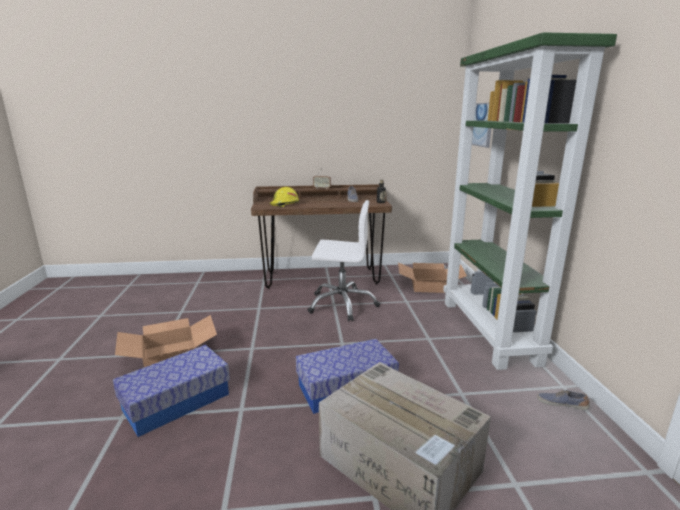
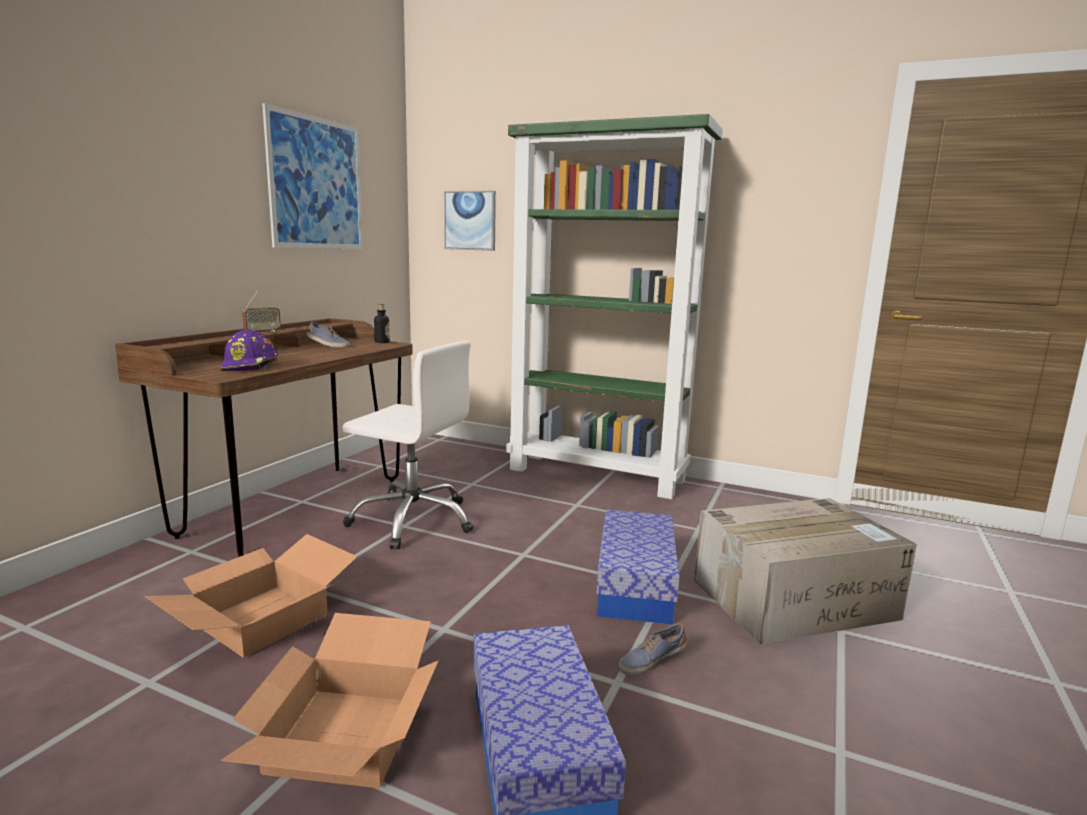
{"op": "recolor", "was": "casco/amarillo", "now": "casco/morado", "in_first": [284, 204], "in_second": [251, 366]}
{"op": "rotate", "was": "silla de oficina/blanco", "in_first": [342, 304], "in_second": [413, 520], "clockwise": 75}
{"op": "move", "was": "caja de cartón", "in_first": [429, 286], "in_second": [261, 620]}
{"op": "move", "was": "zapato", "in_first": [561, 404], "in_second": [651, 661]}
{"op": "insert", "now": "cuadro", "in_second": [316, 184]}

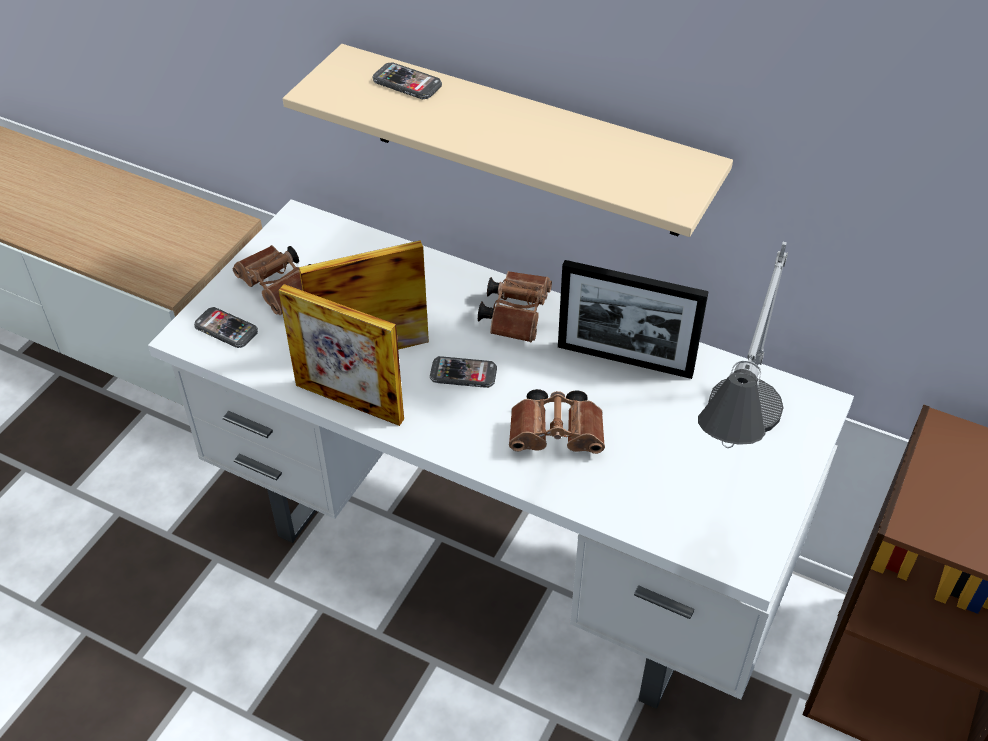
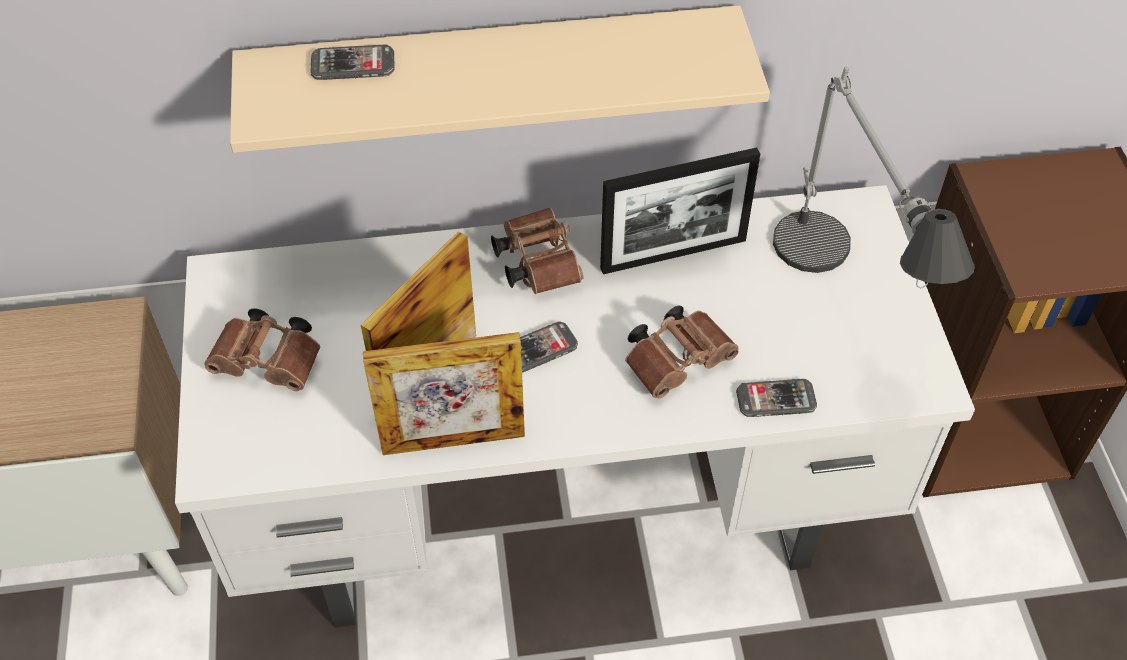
{"op": "move", "was": "móvil", "in_first": [226, 329], "in_second": [776, 399]}

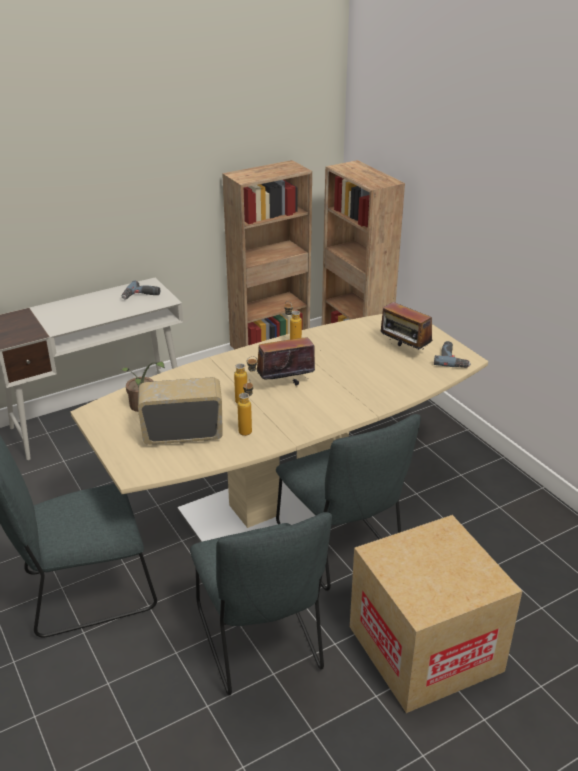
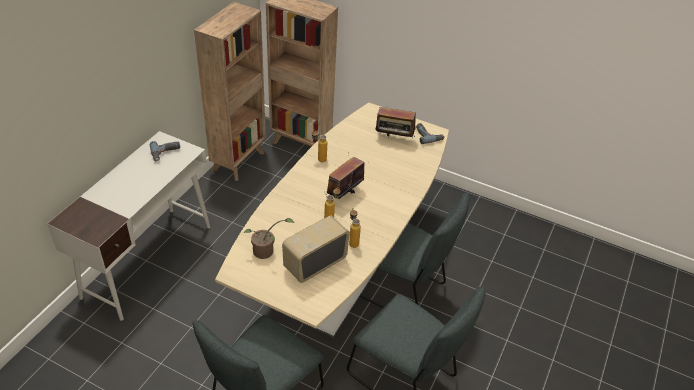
{"op": "delete", "was": "caja de cartón", "in_first": [425, 648]}

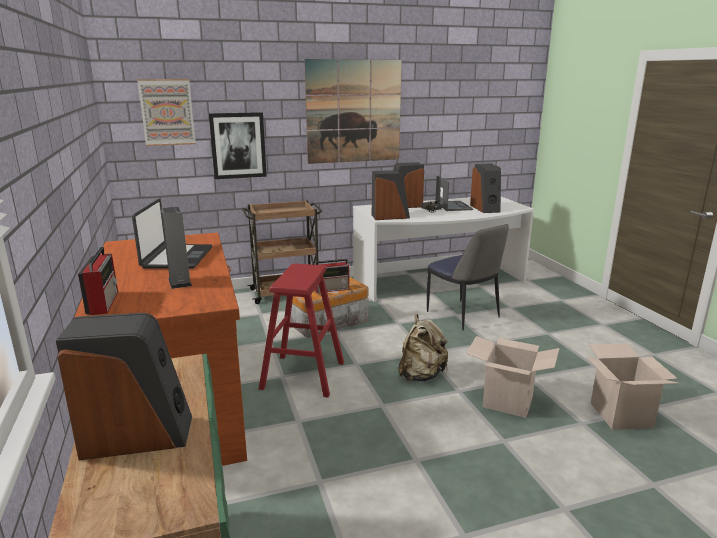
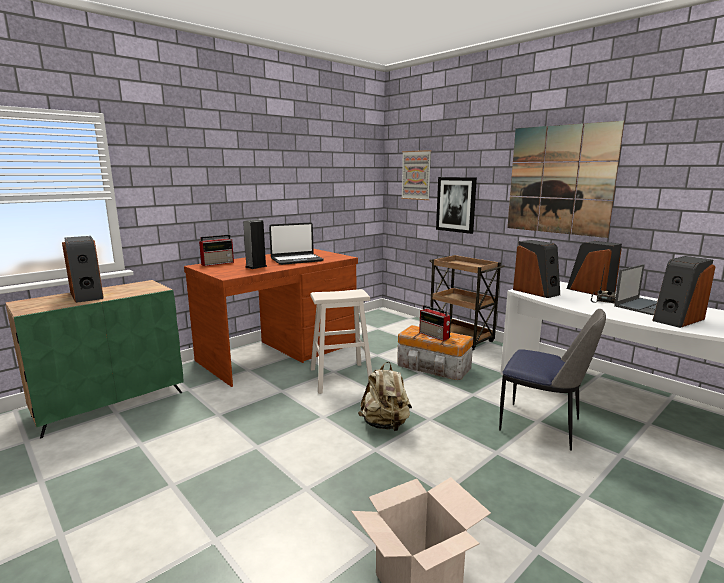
{"op": "recolor", "was": "taburete/rojo", "now": "taburete/beis", "in_first": [303, 375], "in_second": [340, 377]}
{"op": "rotate", "was": "silla", "in_first": [464, 315], "in_second": [543, 426], "clockwise": -90}
{"op": "delete", "was": "caja de cartón", "in_first": [507, 401]}

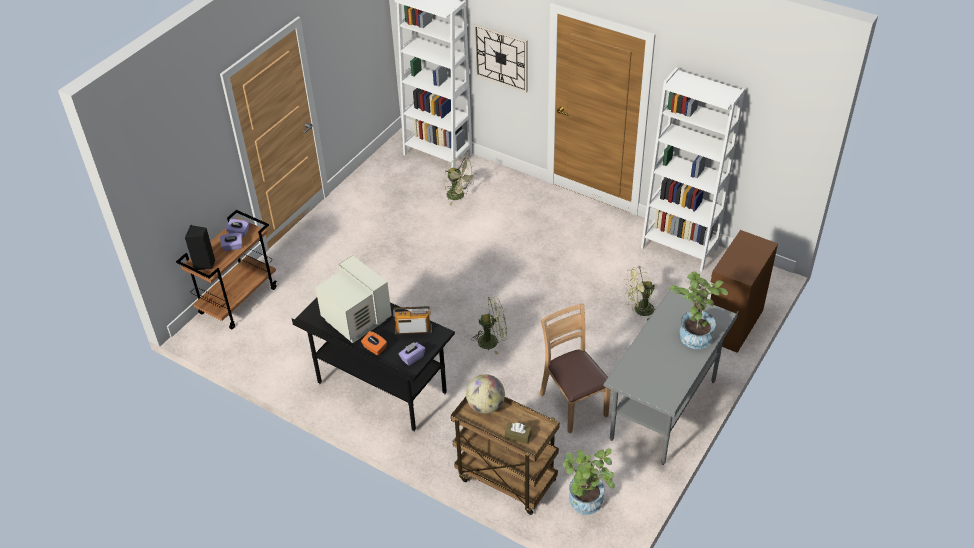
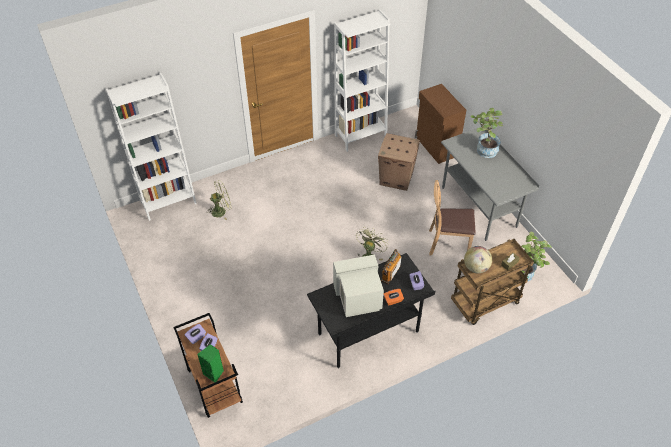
{"op": "recolor", "was": "altavoz/negro", "now": "altavoz/verde", "in_first": [205, 264], "in_second": [214, 373]}
{"op": "delete", "was": "reloj de pared", "in_first": [501, 57]}
{"op": "replace", "was": "ventilador/verde", "now": "caja de cartón", "in_first": [639, 310], "in_second": [397, 178]}

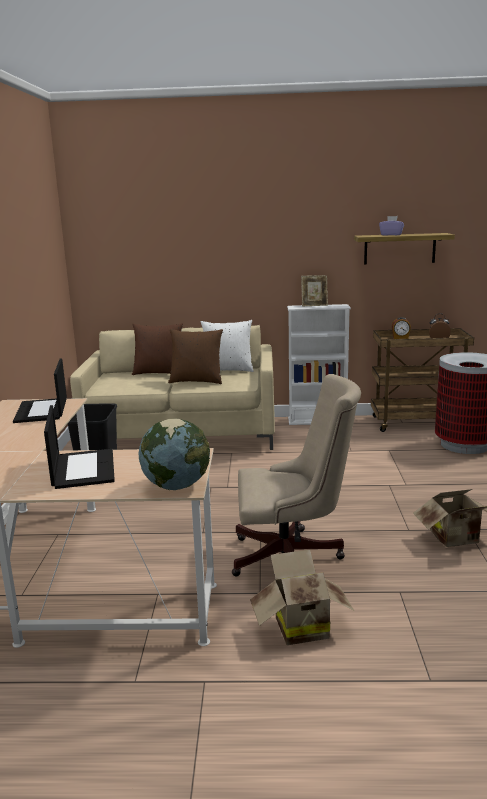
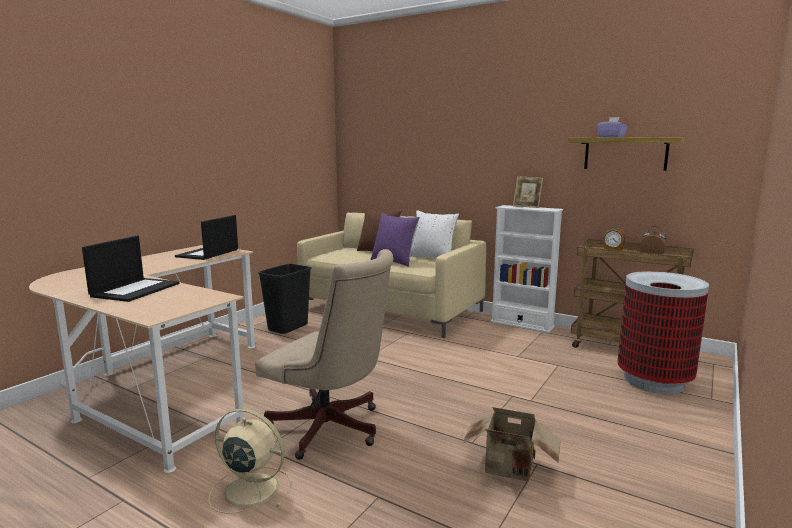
{"op": "delete", "was": "globo terráqueo", "in_first": [176, 486]}
{"op": "recolor", "was": "cojín/marrón", "now": "cojín/morado", "in_first": [196, 381], "in_second": [394, 261]}
{"op": "replace", "was": "caja de cartón", "now": "ventilador/beis", "in_first": [298, 626], "in_second": [249, 489]}

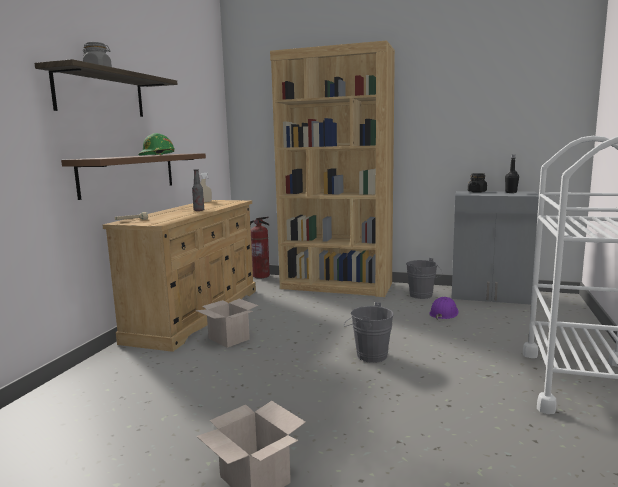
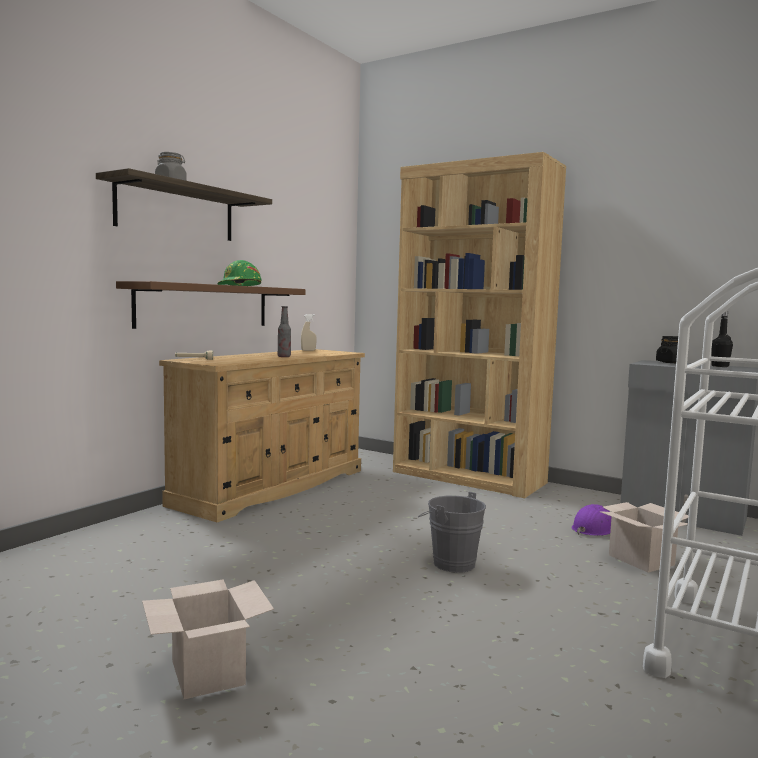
{"op": "move", "was": "caja de cartón", "in_first": [230, 339], "in_second": [643, 560]}
{"op": "delete", "was": "extintor", "in_first": [261, 276]}
{"op": "delete", "was": "cubo/gris", "in_first": [423, 296]}

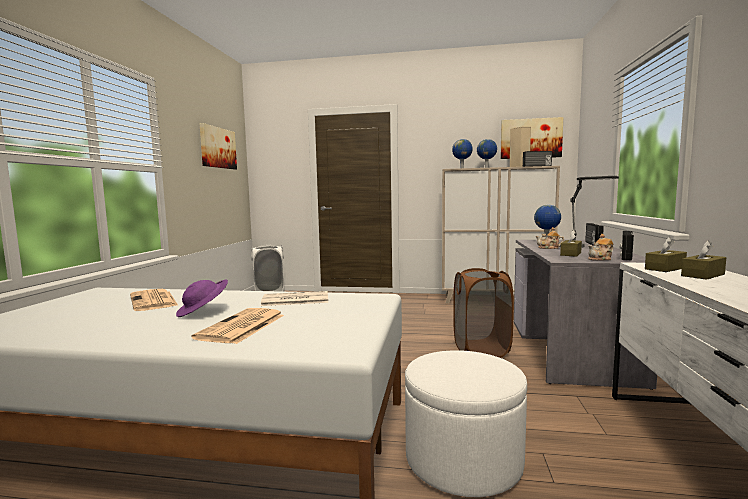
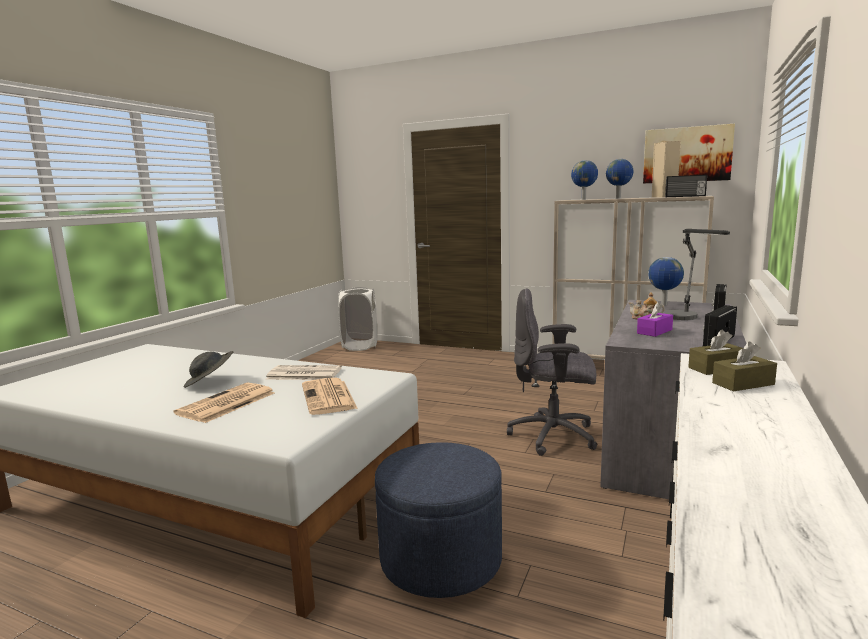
{"op": "move", "was": "periódico", "in_first": [154, 301], "in_second": [329, 397]}
{"op": "recolor", "was": "sombrero/morado", "now": "sombrero/gris", "in_first": [203, 311], "in_second": [210, 382]}
{"op": "delete", "was": "cuadro", "in_first": [217, 148]}
{"op": "recolor", "was": "puf/blanco", "now": "puf/azul", "in_first": [463, 459], "in_second": [441, 558]}
{"op": "replace", "was": "cesto de la ropa/marrón", "now": "silla de oficina/gris", "in_first": [480, 349], "in_second": [554, 436]}
{"op": "recolor", "was": "caja de pañuelos/marrón", "now": "caja de pañuelos/morado", "in_first": [570, 254], "in_second": [654, 331]}
{"op": "delete", "was": "tetera", "in_first": [600, 259]}

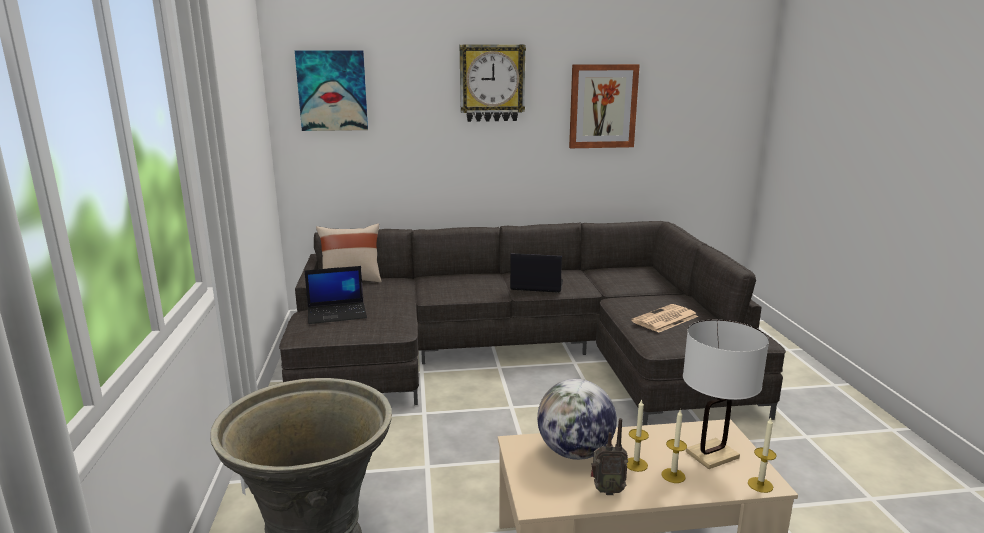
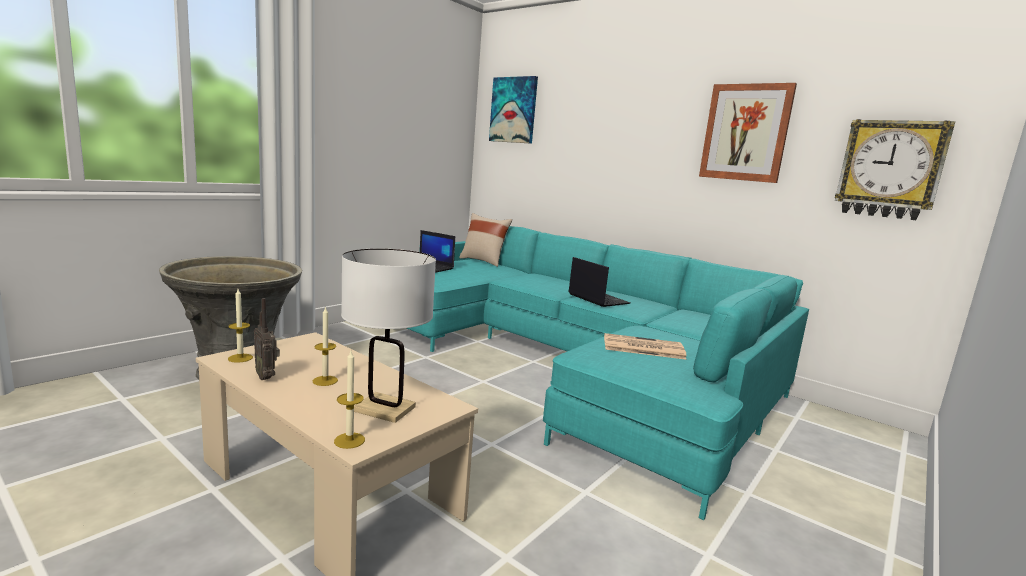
{"op": "recolor", "was": "sofá/gris", "now": "sofá/turquesa", "in_first": [522, 354], "in_second": [568, 363]}
{"op": "move", "was": "reloj de pared", "in_first": [492, 83], "in_second": [890, 169]}
{"op": "delete", "was": "globo terráqueo", "in_first": [575, 452]}
{"op": "move", "was": "vela", "in_first": [673, 475], "in_second": [240, 358]}

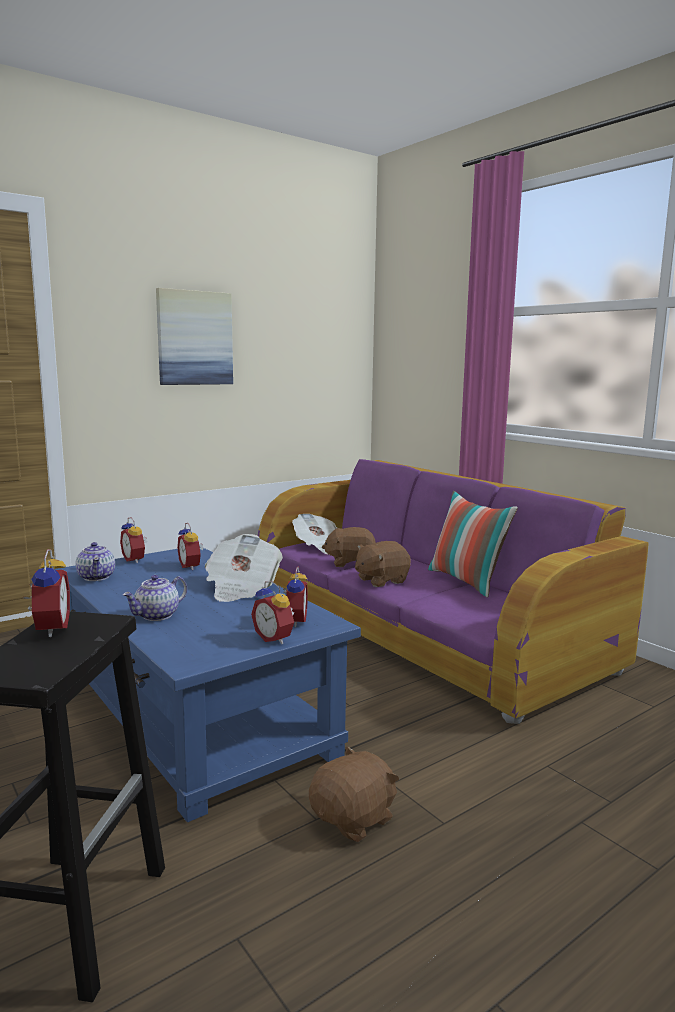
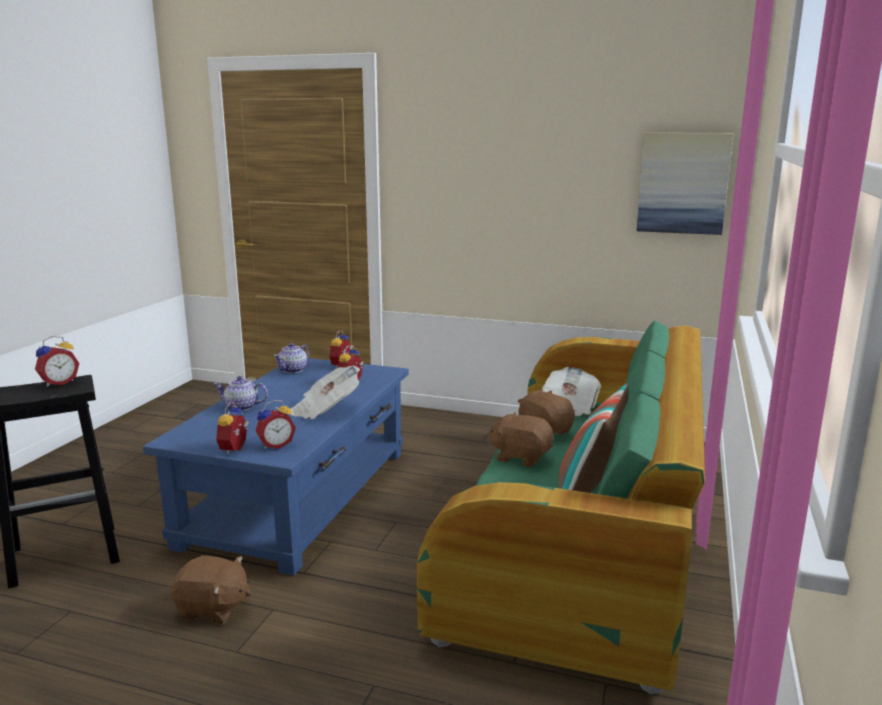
{"op": "move", "was": "cuadro", "in_first": [194, 338], "in_second": [683, 183]}
{"op": "recolor", "was": "sofá/morado", "now": "sofá/verde", "in_first": [422, 627], "in_second": [582, 530]}

